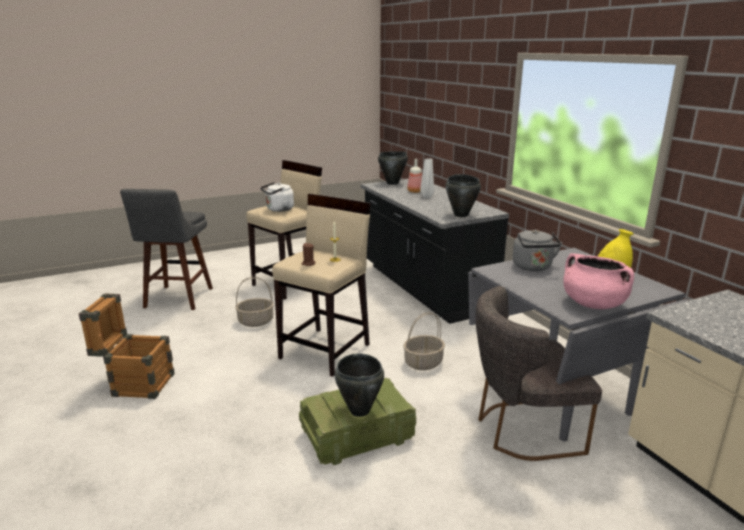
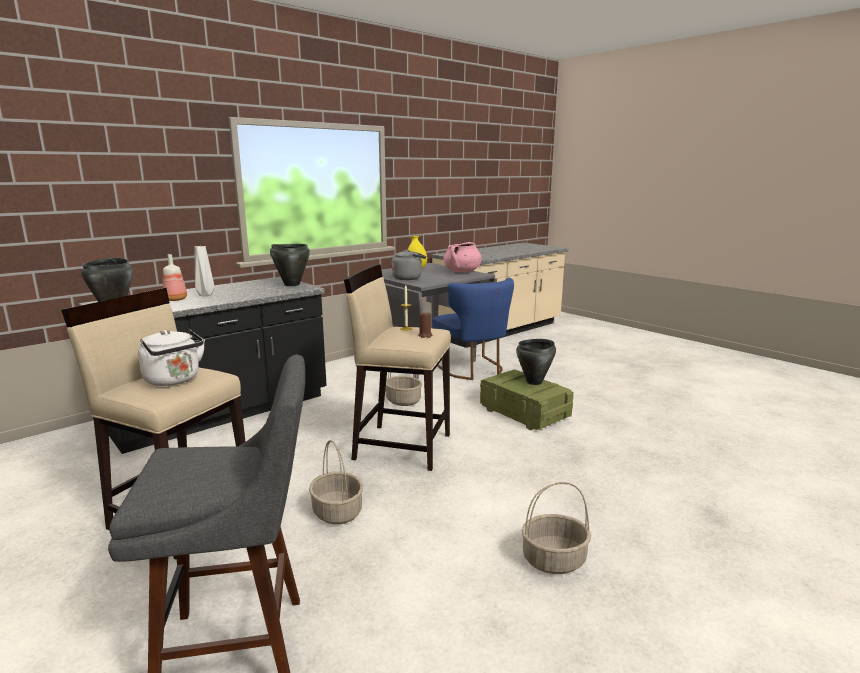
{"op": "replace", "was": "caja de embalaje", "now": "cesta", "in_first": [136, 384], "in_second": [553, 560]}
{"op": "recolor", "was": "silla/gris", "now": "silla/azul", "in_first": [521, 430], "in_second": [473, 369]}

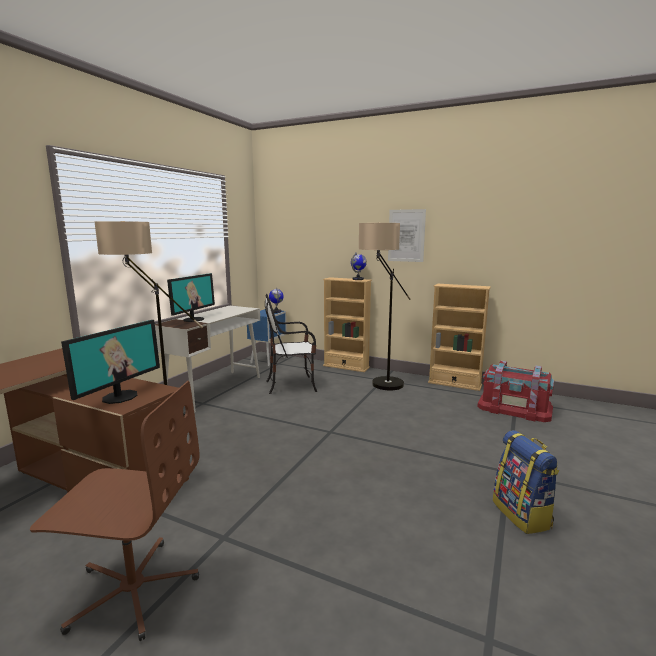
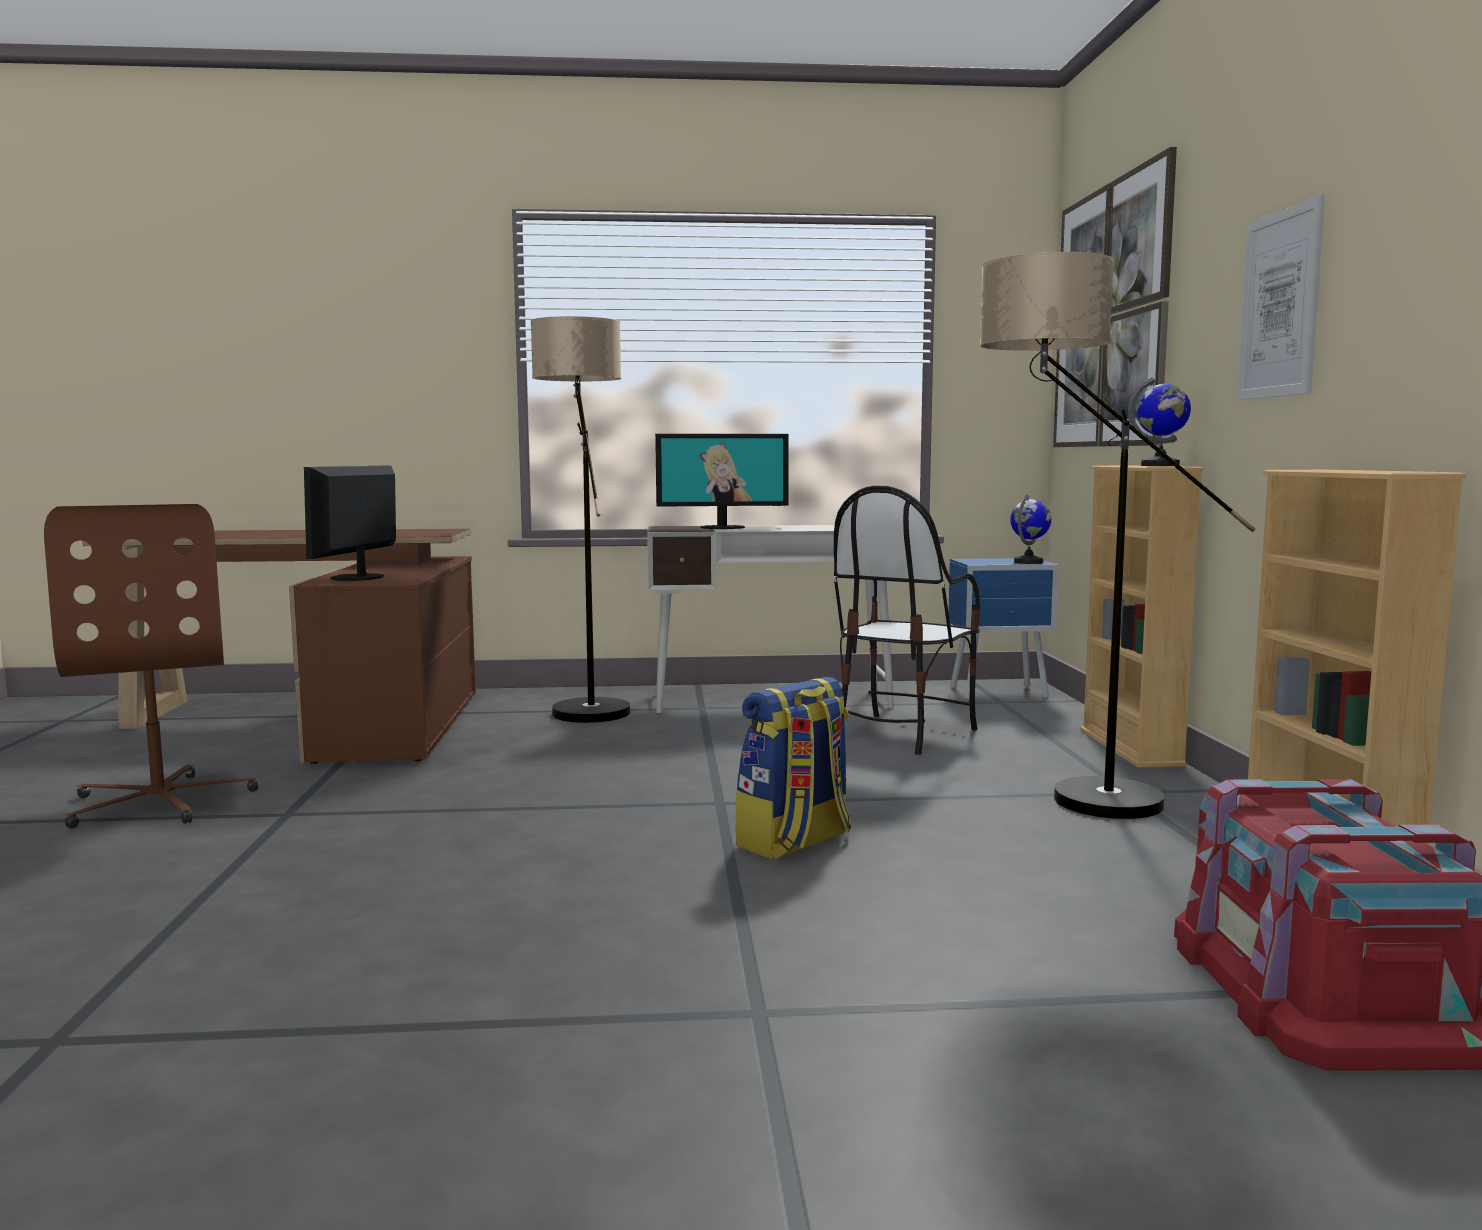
{"op": "rotate", "was": "monitor", "in_first": [119, 396], "in_second": [358, 577], "clockwise": 105}
{"op": "rotate", "was": "silla", "in_first": [292, 385], "in_second": [901, 734], "clockwise": -105}
{"op": "move", "was": "mochila", "in_first": [522, 514], "in_second": [795, 842]}
{"op": "insert", "now": "cuadro", "in_second": [1111, 316]}

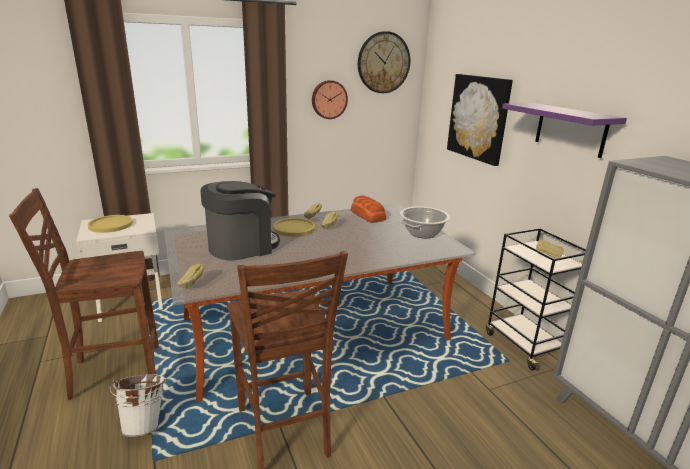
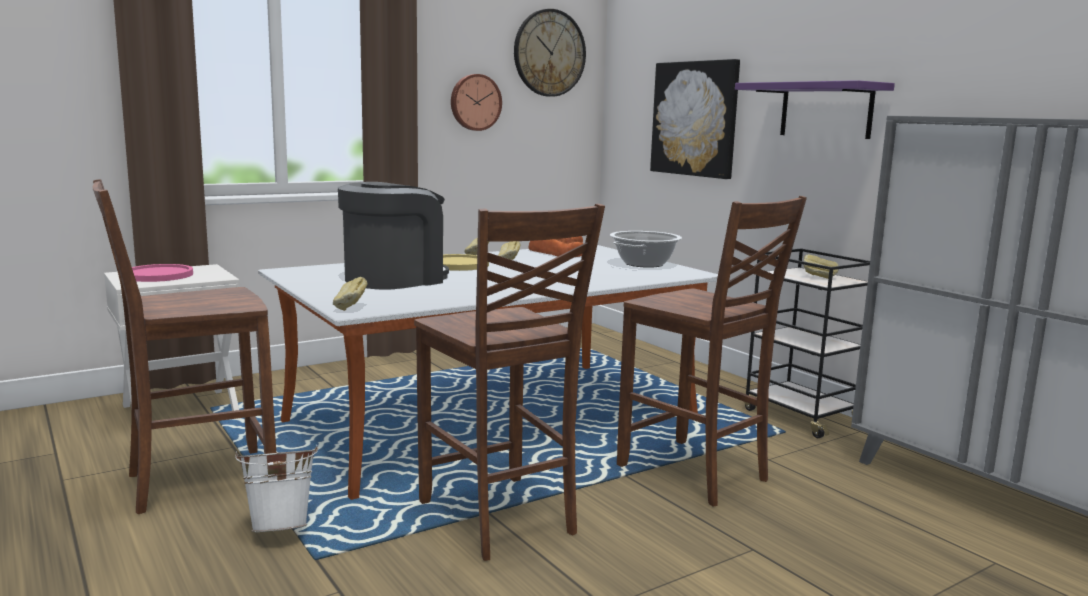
{"op": "recolor", "was": "plato/amarillo", "now": "plato/rosa", "in_first": [110, 225], "in_second": [158, 275]}
{"op": "insert", "now": "silla/marrón", "in_second": [695, 474]}

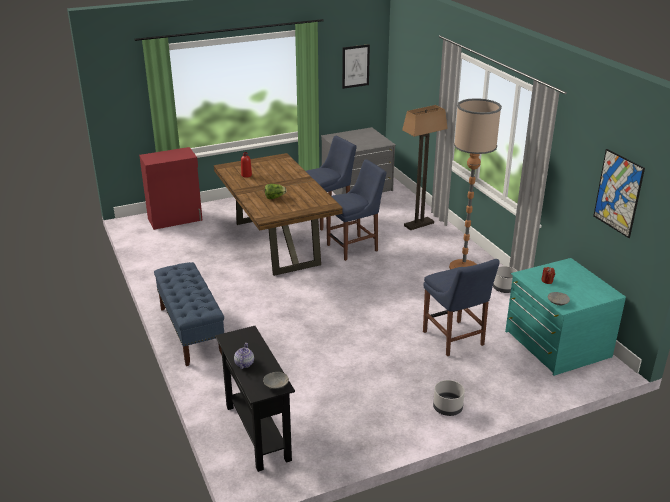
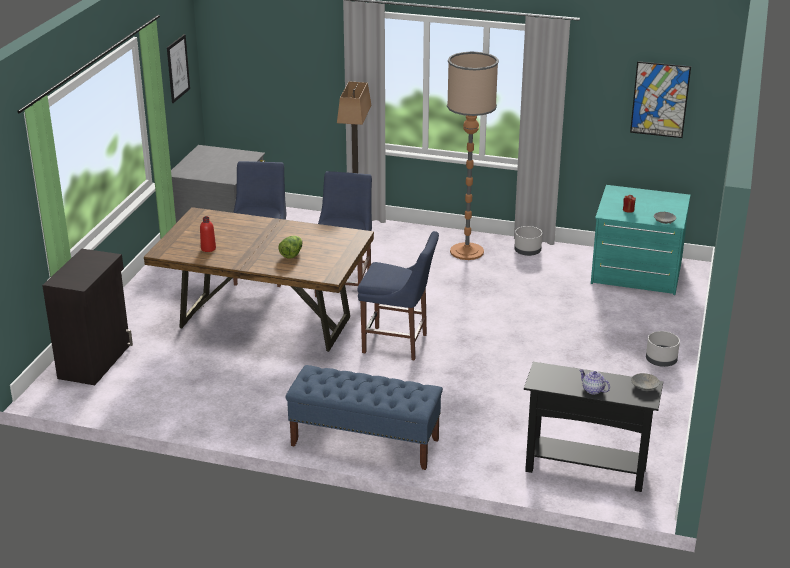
{"op": "recolor", "was": "armario/rojo", "now": "armario/negro", "in_first": [175, 219], "in_second": [96, 361]}
{"op": "move", "was": "silla/azul", "in_first": [454, 340], "in_second": [398, 344]}

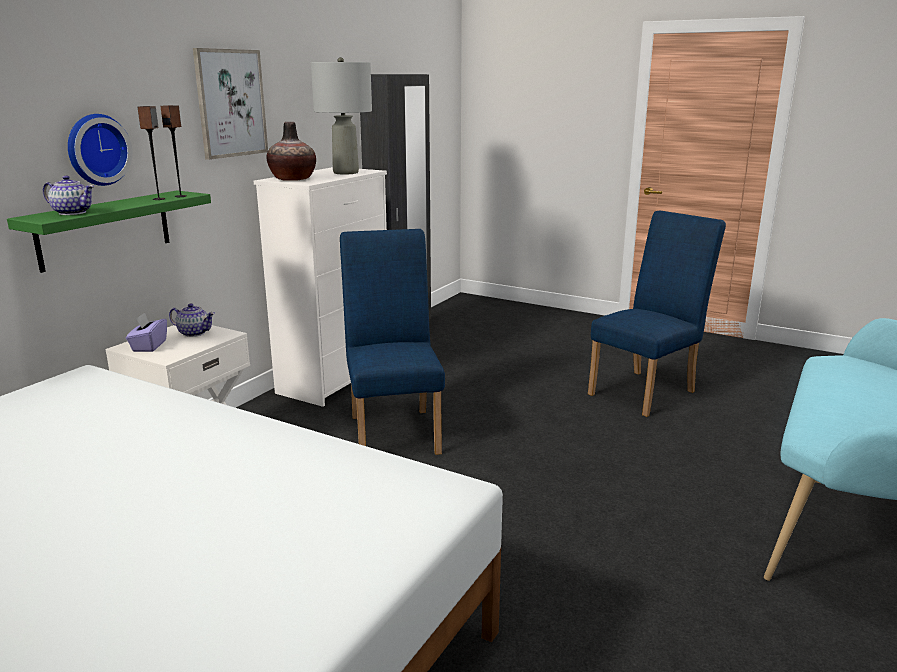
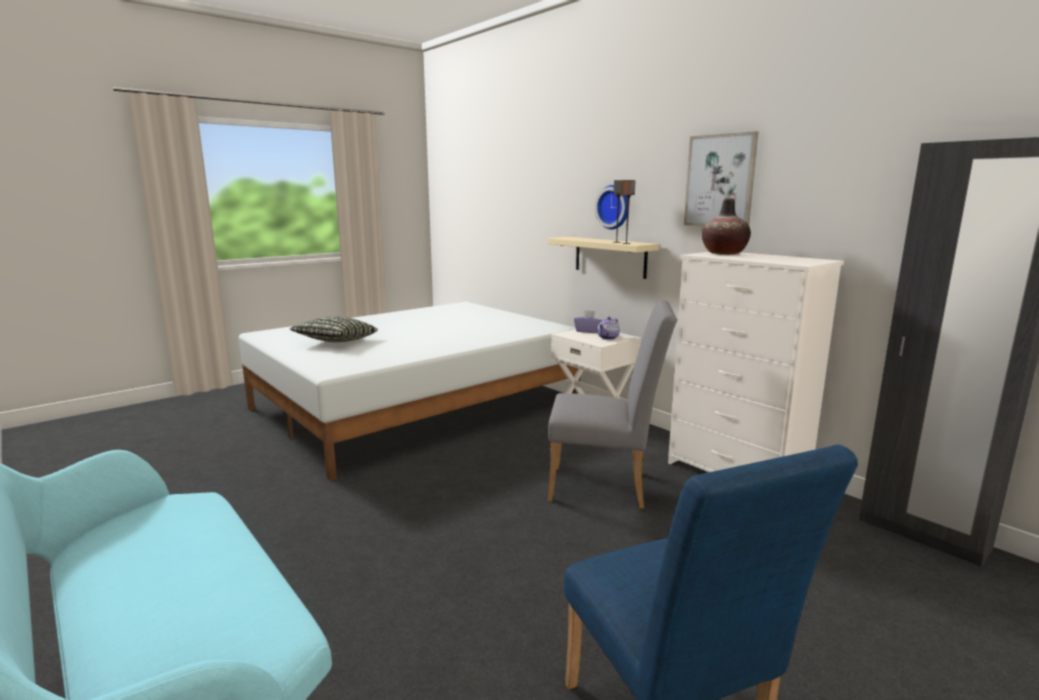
{"op": "recolor", "was": "estante/verde", "now": "estante/beis", "in_first": [105, 229], "in_second": [610, 257]}
{"op": "delete", "was": "tetera", "in_first": [72, 212]}
{"op": "delete", "was": "lámpara de mesa/gris", "in_first": [346, 172]}
{"op": "recolor", "was": "silla/azul", "now": "silla/gris", "in_first": [394, 430], "in_second": [606, 487]}
{"op": "insert", "now": "cojín", "in_second": [335, 342]}

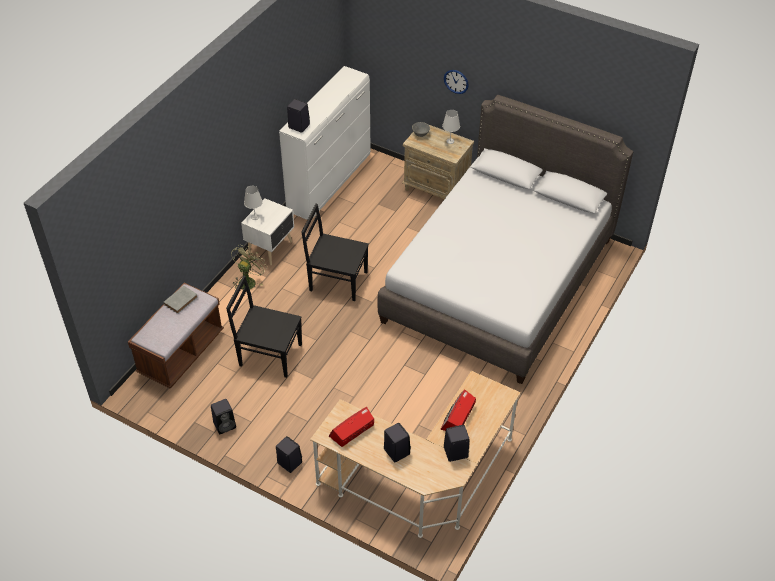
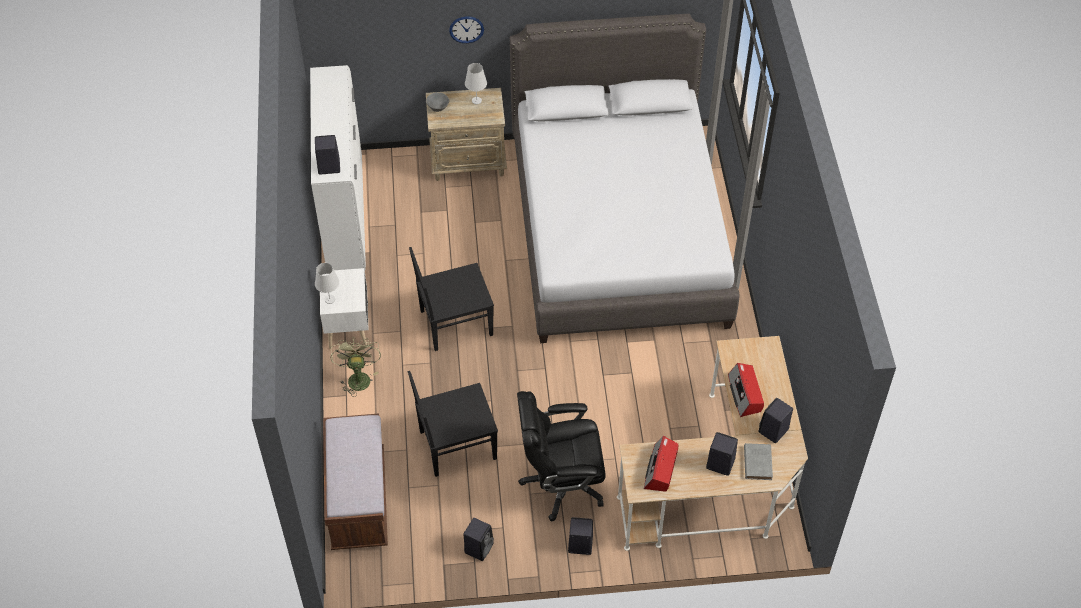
{"op": "move", "was": "libro/gris", "in_first": [181, 300], "in_second": [757, 462]}
{"op": "insert", "now": "silla de oficina/negro", "in_second": [561, 483]}

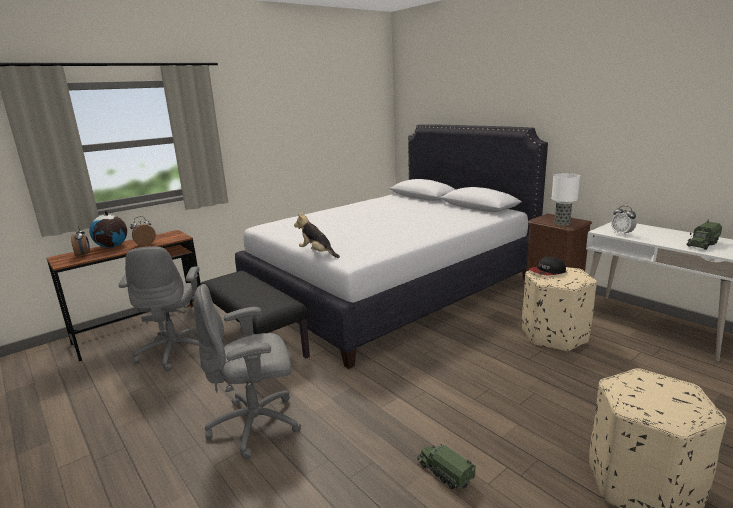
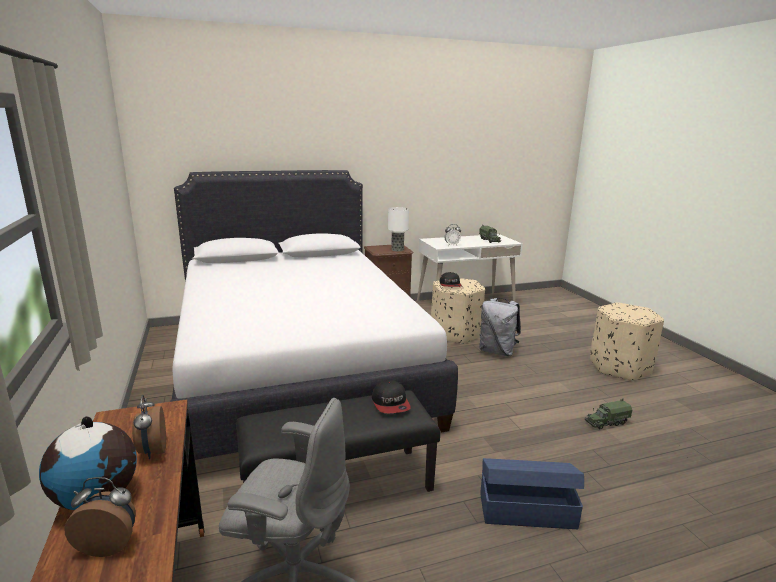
{"op": "replace", "was": "silla de oficina/gris", "now": "caja de almacenaje/azul", "in_first": [257, 425], "in_second": [526, 509]}
{"op": "delete", "was": "peluche", "in_first": [317, 253]}
{"op": "insert", "now": "gorra", "in_second": [391, 403]}
{"op": "insert", "now": "mochila/gris", "in_second": [497, 351]}

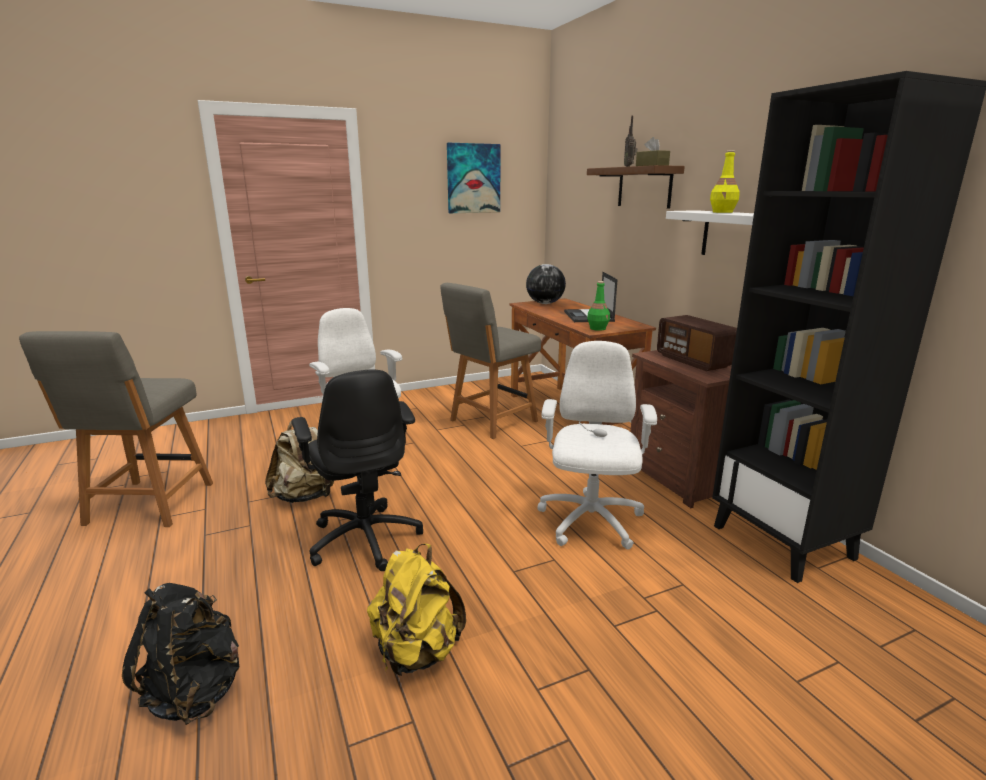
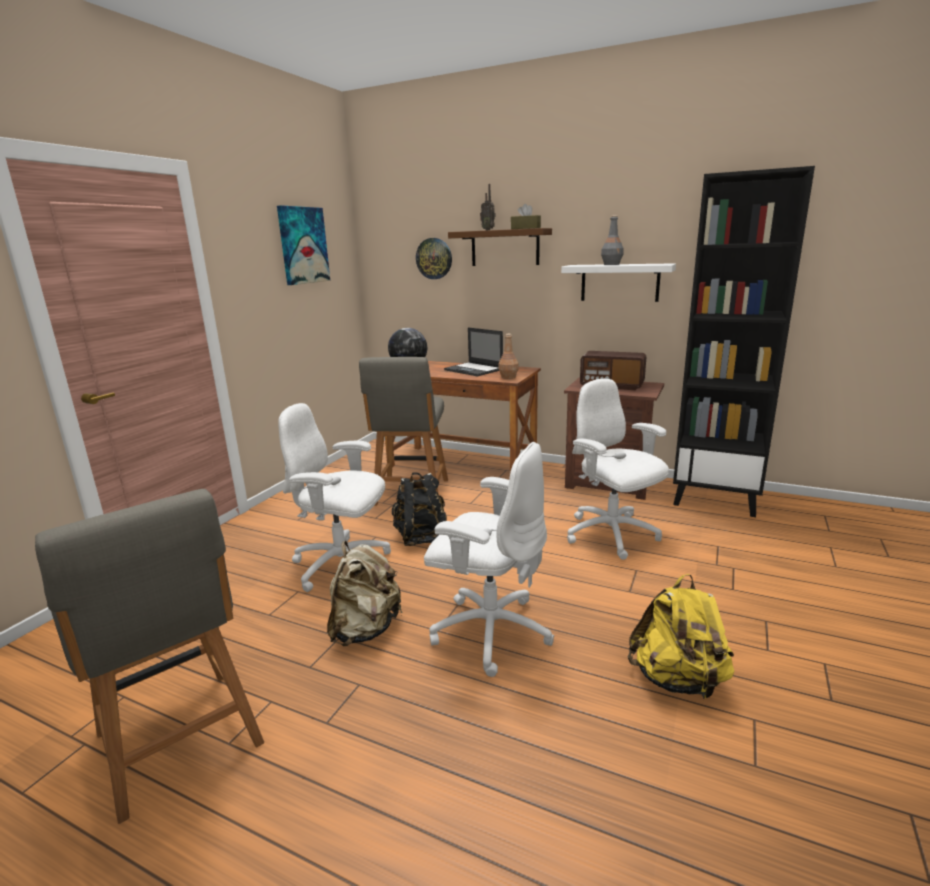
{"op": "move", "was": "mochila/negro", "in_first": [195, 691], "in_second": [421, 537]}
{"op": "recolor", "was": "silla de oficina/negro", "now": "silla de oficina/blanco", "in_first": [365, 538], "in_second": [489, 631]}
{"op": "recolor", "was": "botella/verde", "now": "botella/marrón", "in_first": [598, 328], "in_second": [508, 377]}
{"op": "recolor", "was": "botella/amarillo", "now": "botella/gris", "in_first": [723, 212], "in_second": [611, 264]}
{"op": "insert", "now": "reloj de pared", "in_second": [434, 258]}

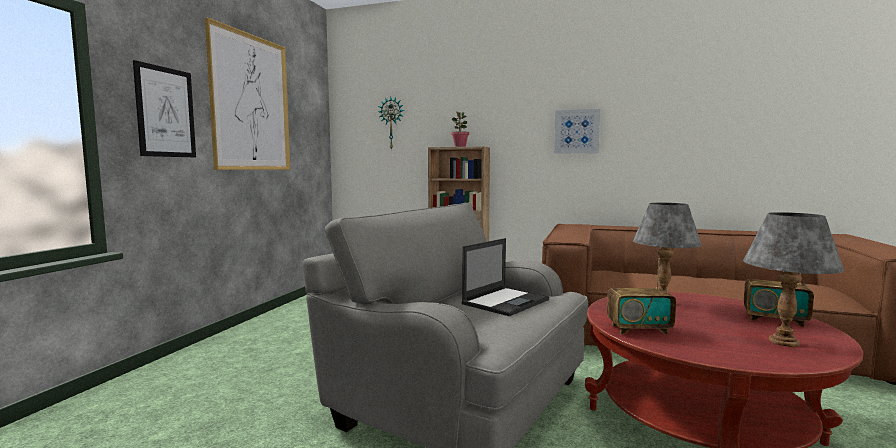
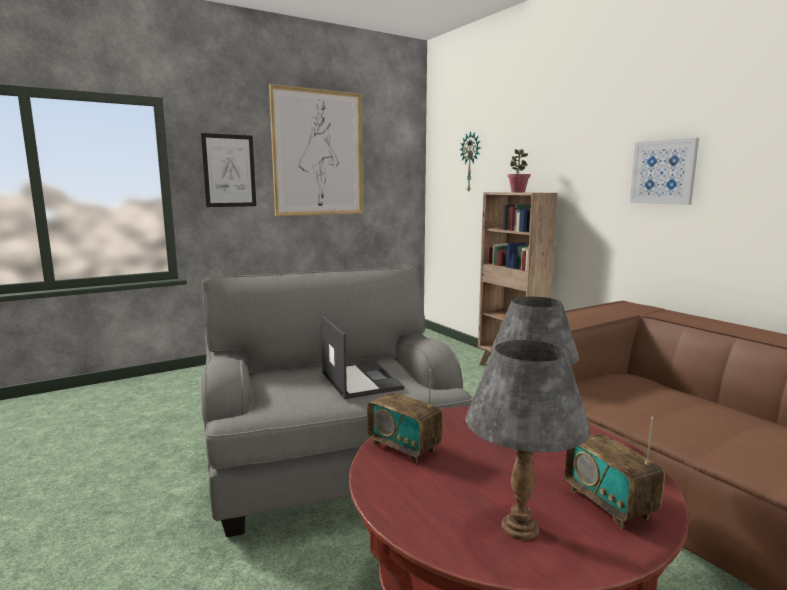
{"op": "rotate", "was": "portátil", "in_first": [506, 301], "in_second": [360, 380], "clockwise": -105}

